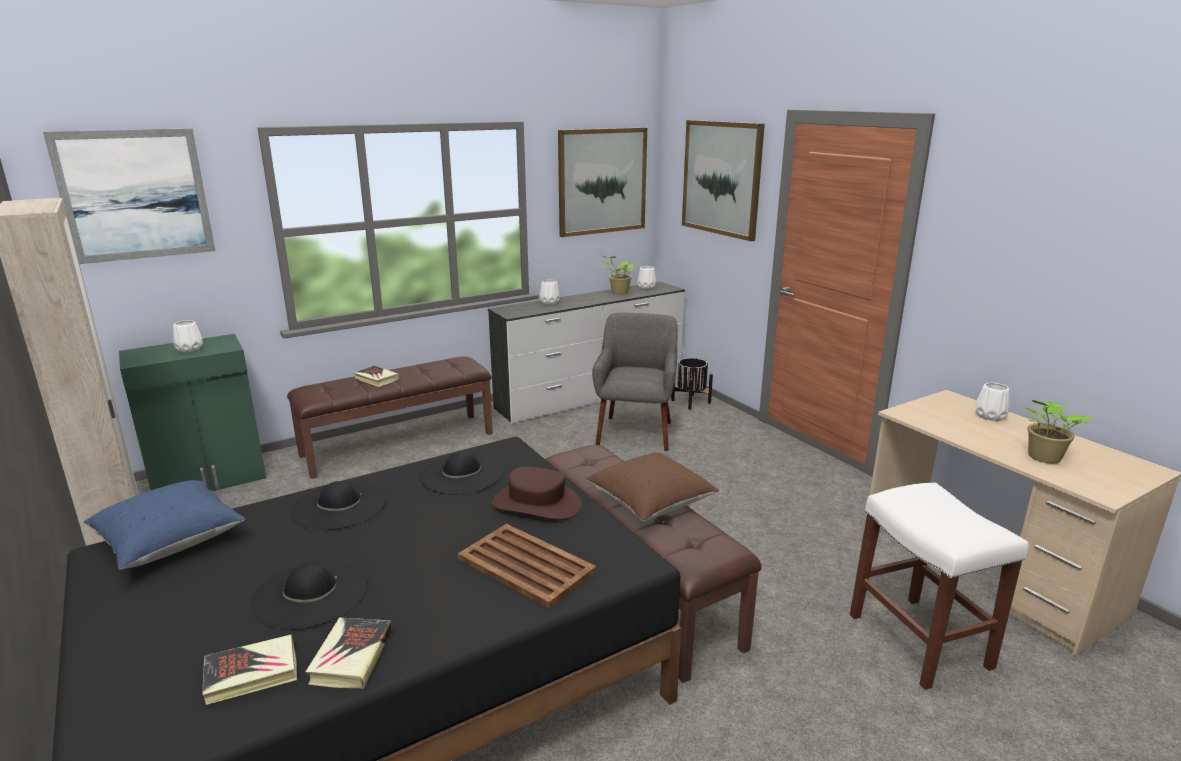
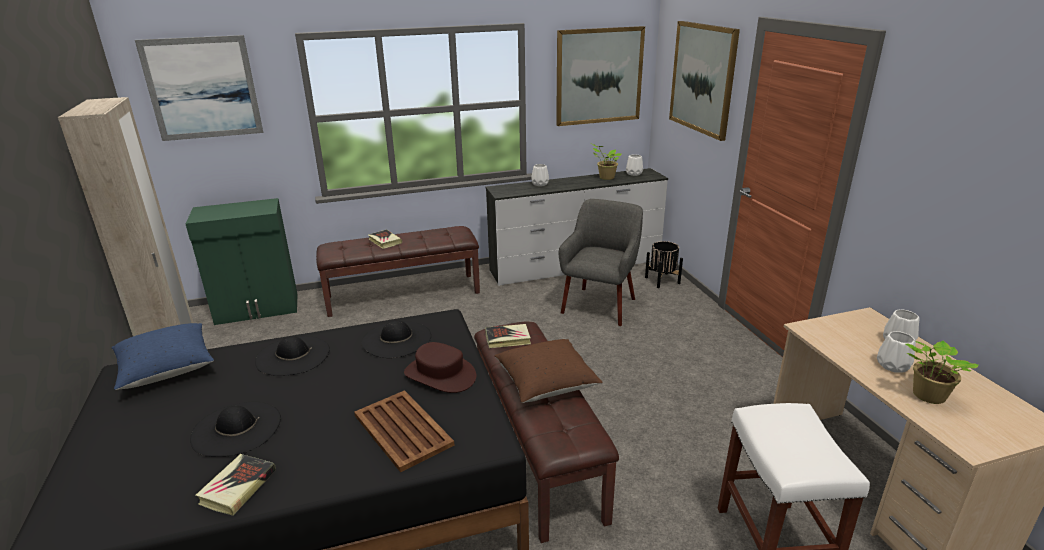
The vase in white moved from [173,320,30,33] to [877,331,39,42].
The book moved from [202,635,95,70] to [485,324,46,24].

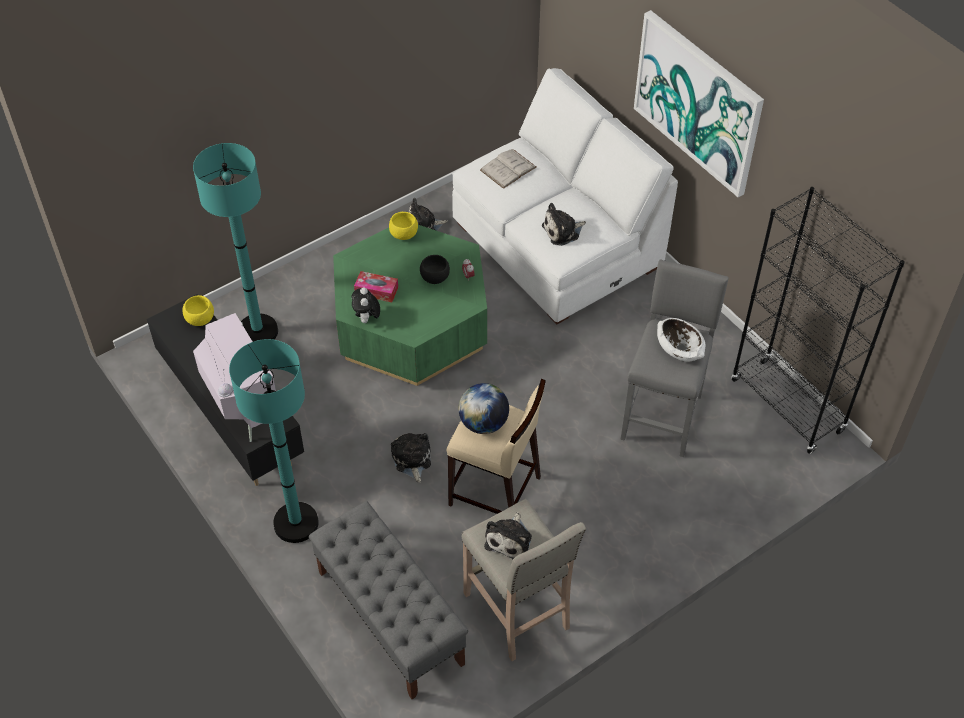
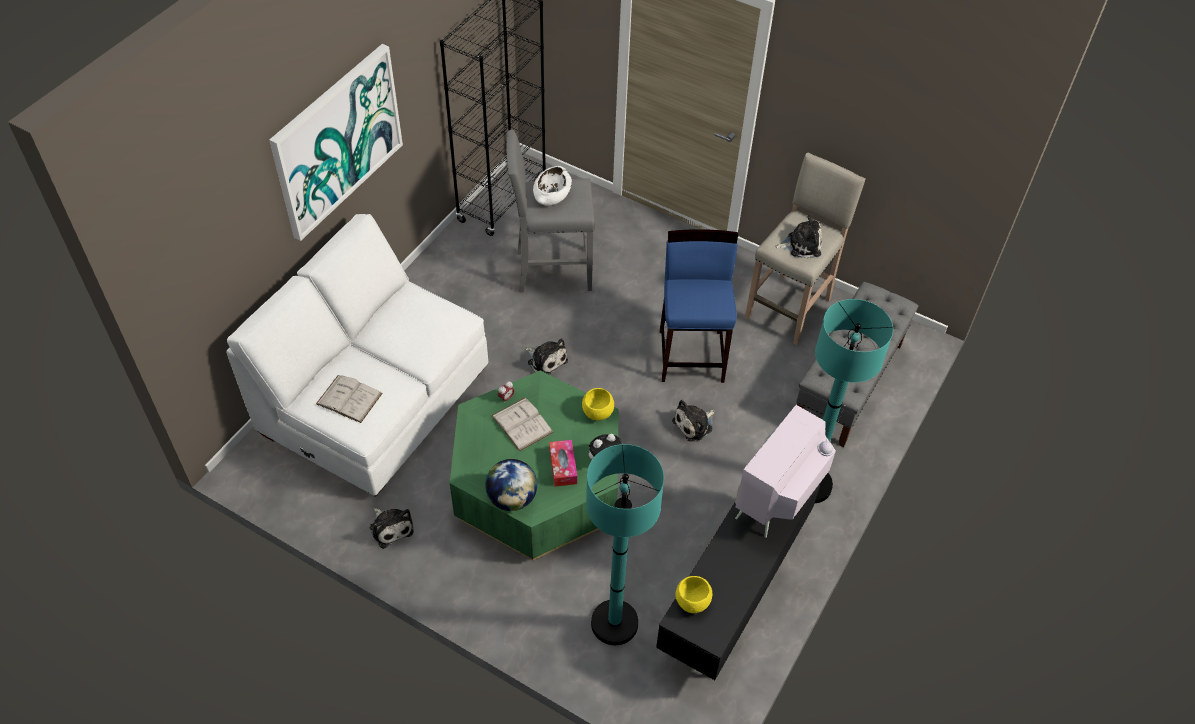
The bowl in yellow moved from [389,212,29,28] to [582,388,32,32].
The globe moved from [458,383,51,51] to [485,459,52,52].
The plush toy moved from [542,203,44,43] to [525,338,43,37].
The bowl in black at [420,255,30,29] was replaced by the book in white at [491,398,63,54].
The stool in beige at [447,378,99,136] became the stool in blue at [660,229,78,154].

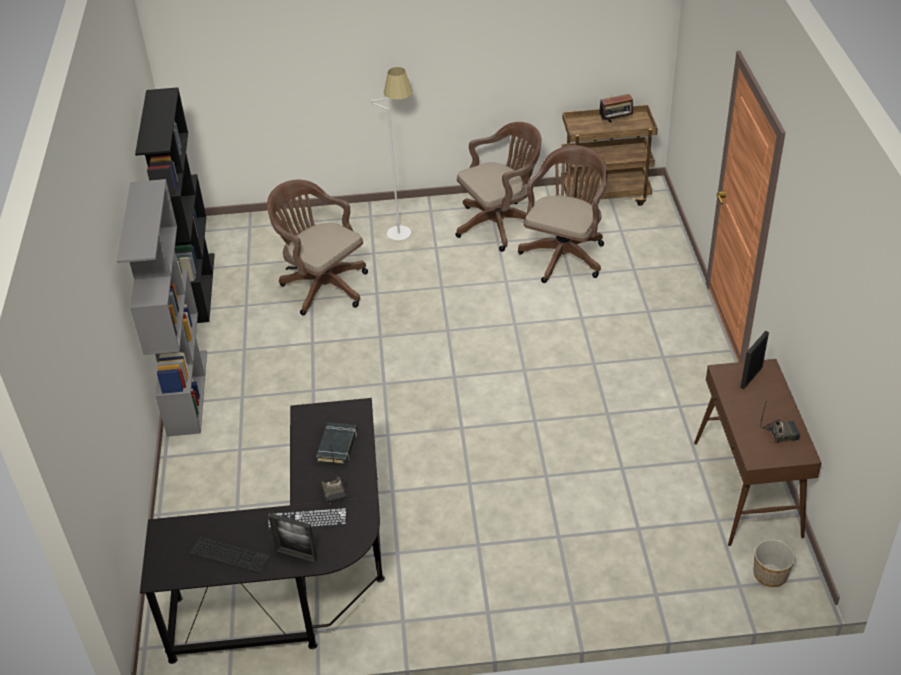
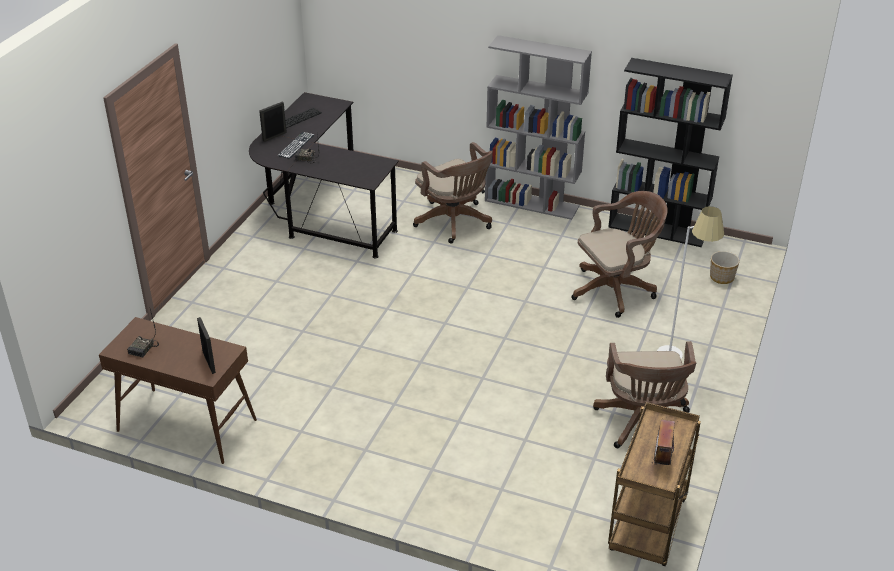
The book in black at [316,422,41,43] disappeared.
The office chair in brown moved from [518,145,89,138] to [413,142,80,101].
The planter moved from [753,539,42,48] to [710,251,30,33].

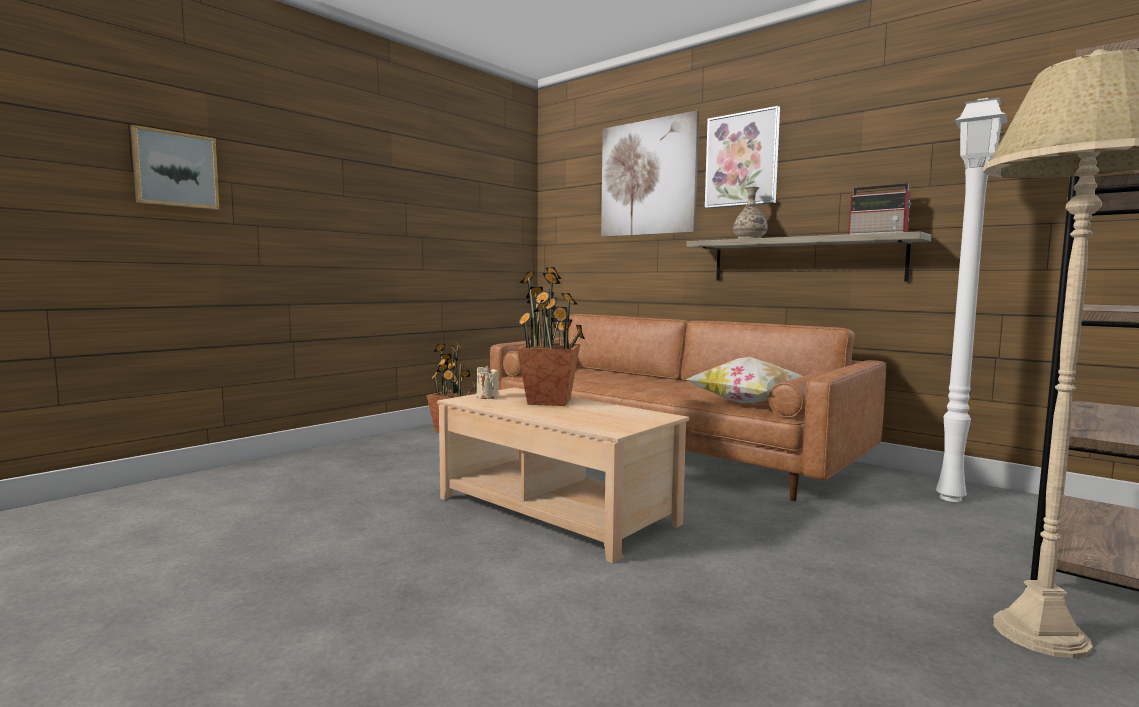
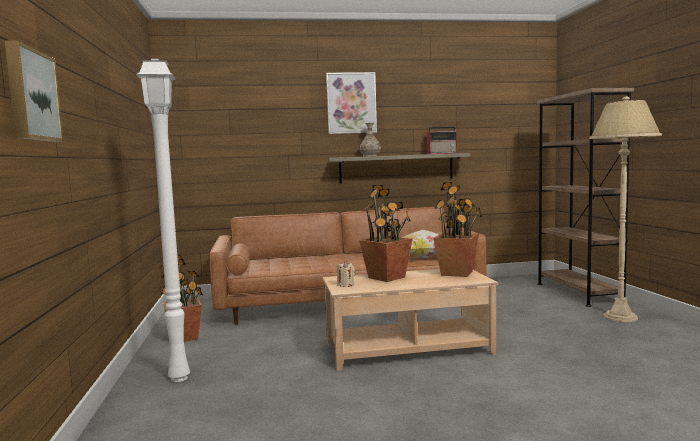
The picture at [601,110,98,127] disappeared.
The potted plant at [433,182,49,95] appeared.
The floor lamp in white moved from [936,97,72,405] to [136,59,54,323].

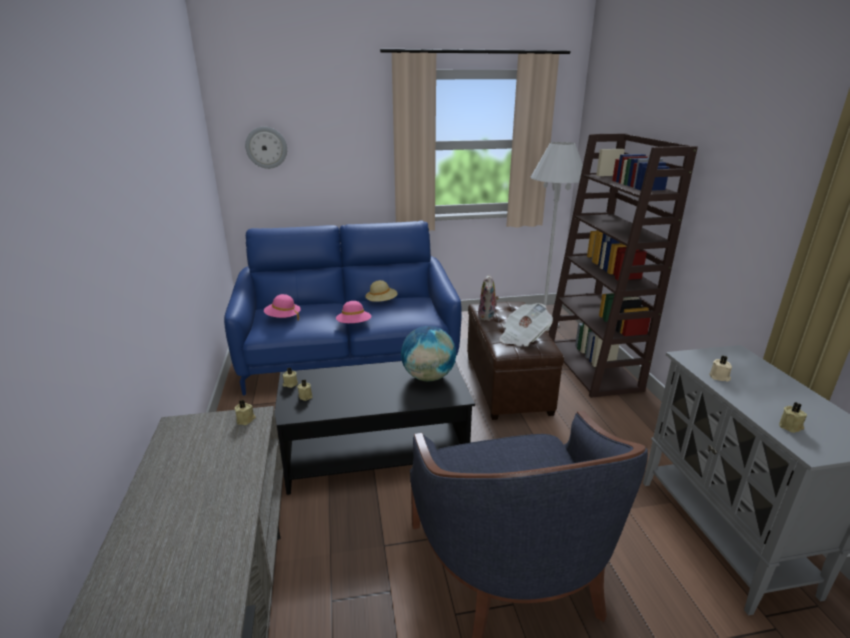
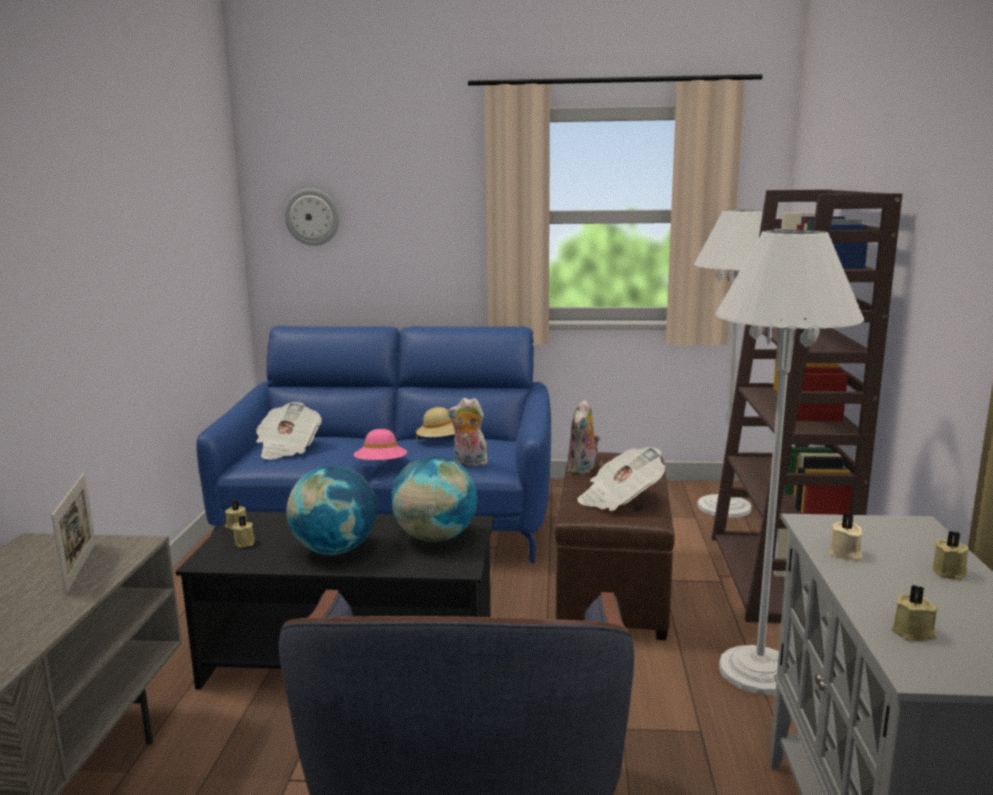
The picture frame at [51,473,44,121] appeared.
The globe at [286,465,91,90] appeared.
The plush toy at [448,398,42,68] appeared.
The floor lamp in white at [716,230,148,465] appeared.
The candle in beige moved from [234,400,22,25] to [933,531,36,50].
The hat in pink at [264,294,37,26] was replaced by the newspaper at [256,402,66,57].

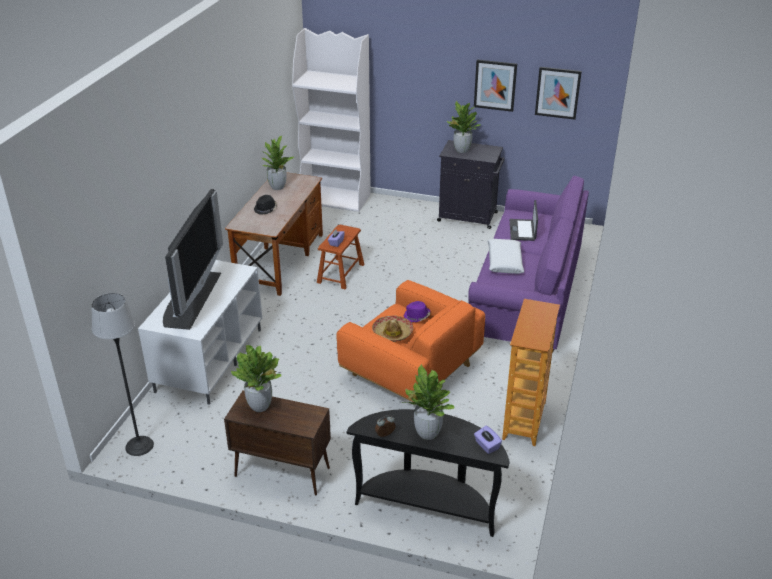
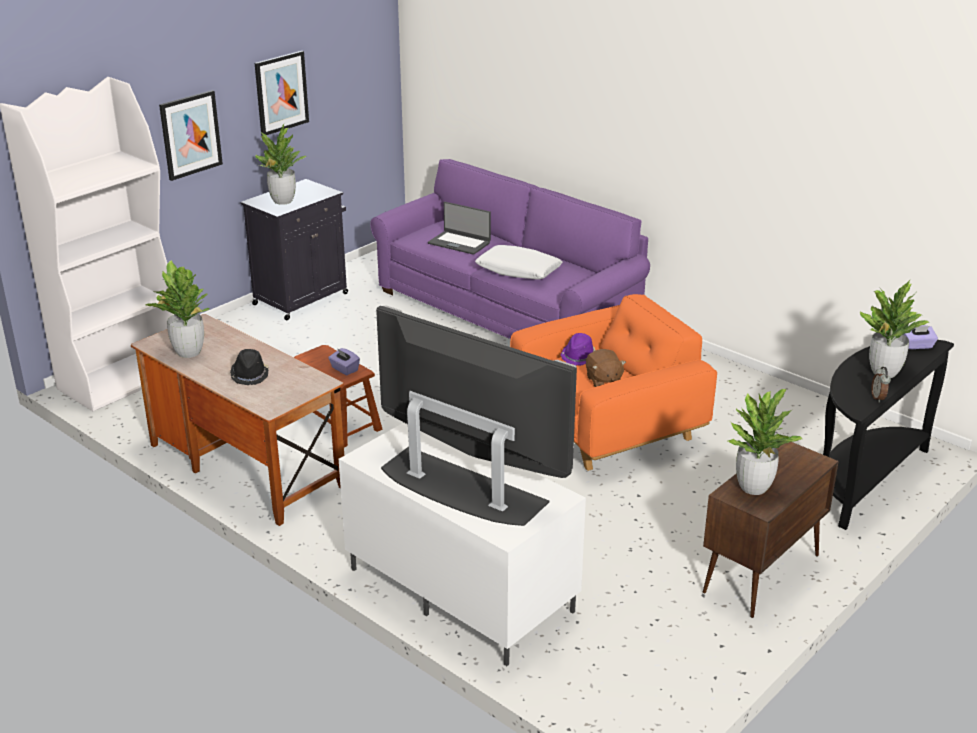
The floor lamp at [91,293,63,163] disappeared.
The bookcase at [502,299,58,147] disappeared.
The picture moved from [535,67,47,53] to [159,90,64,91].
The hat at [372,316,41,26] was replaced by the plush toy in brown at [586,349,40,38].

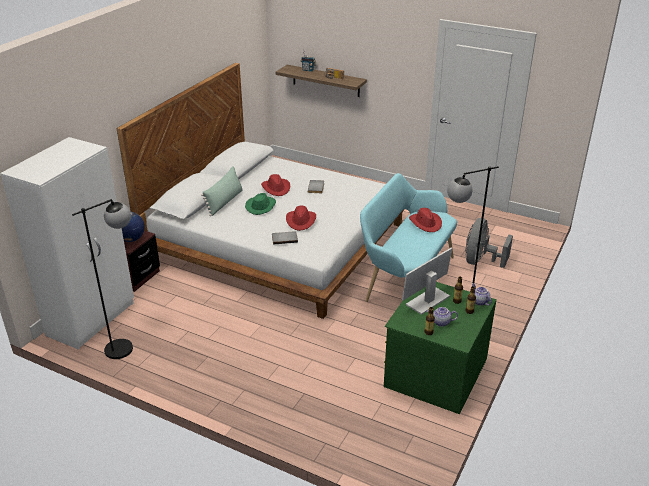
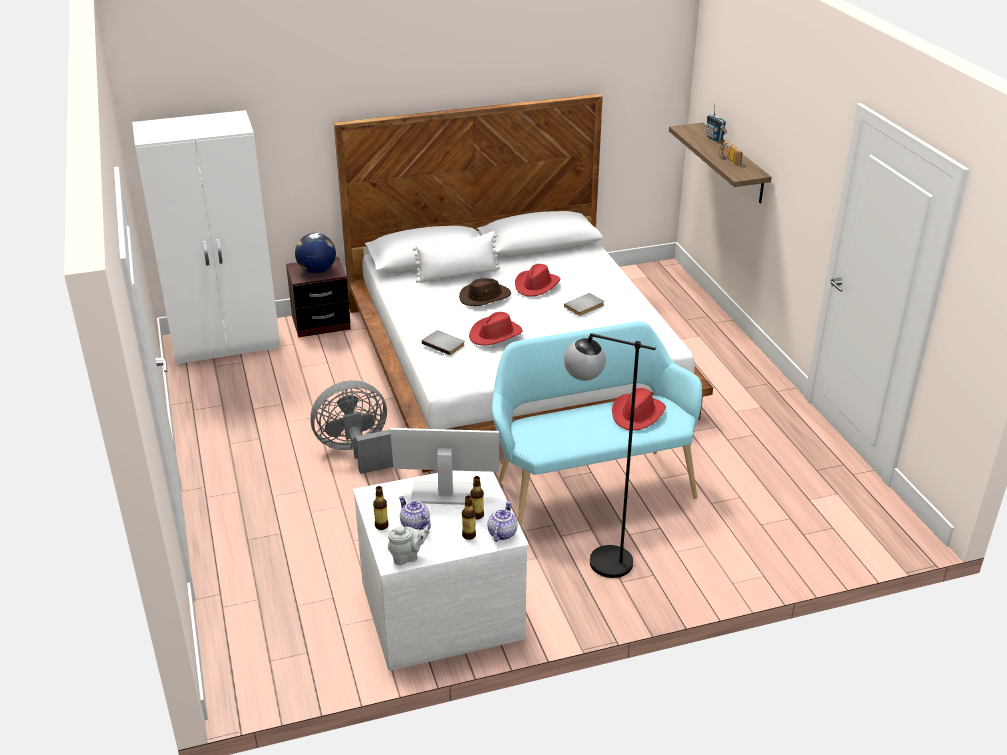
The floor lamp in black at [72,199,61,160] disappeared.
The teapot in grey at [388,526,41,39] appeared.
The fan in grey moved from [465,218,48,50] to [310,380,83,94].
The pillow in green at [201,166,42,50] became the pillow in white at [413,231,87,52].
The hat in green at [245,193,31,22] became the hat in brown at [459,278,52,28].
The dresser in green at [384,282,113,132] became the dresser in white at [353,471,176,200].

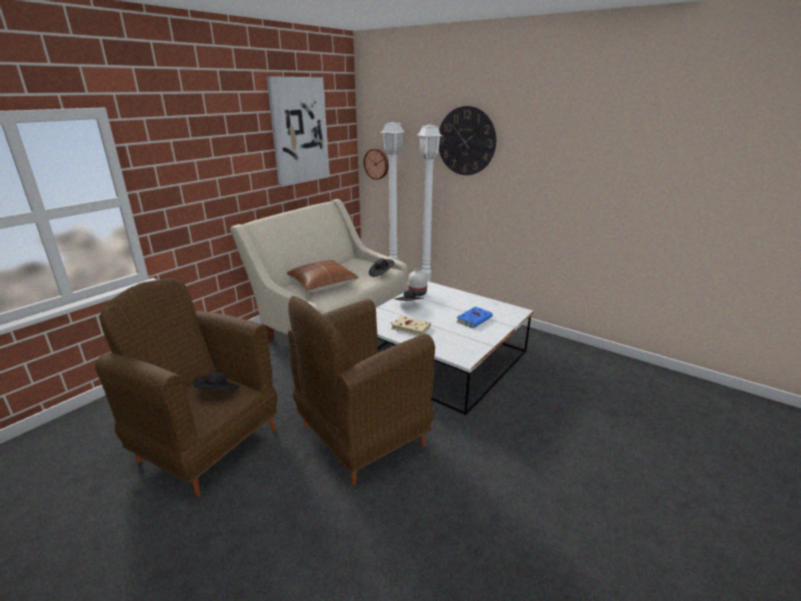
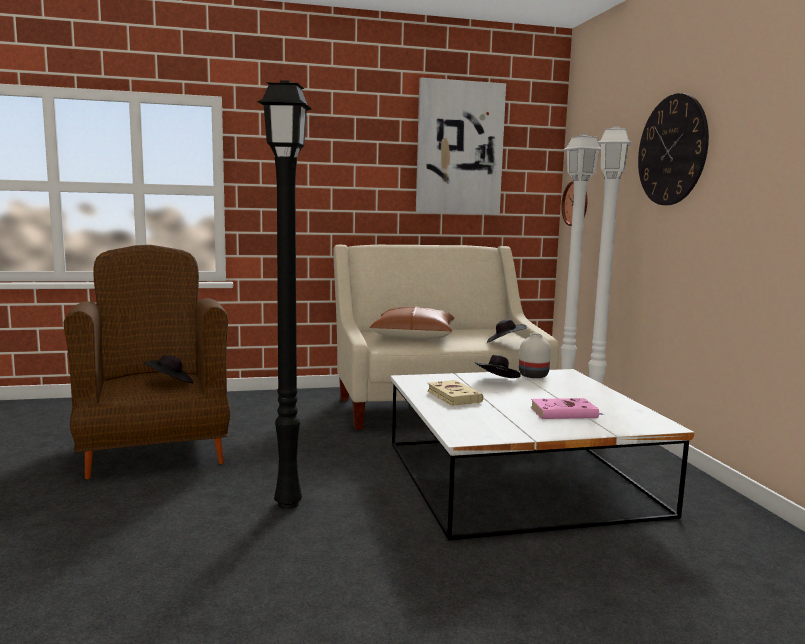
The armchair in brown at [288,296,147,189] was replaced by the floor lamp in black at [257,80,55,429].
The book in blue at [456,307,37,21] became the book in pink at [531,398,73,21].

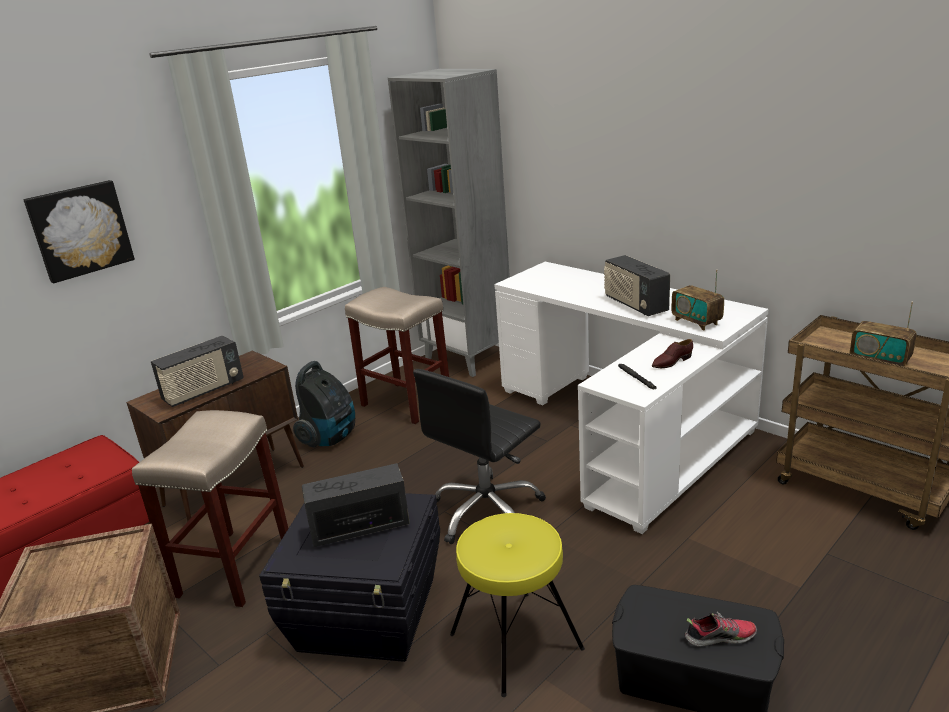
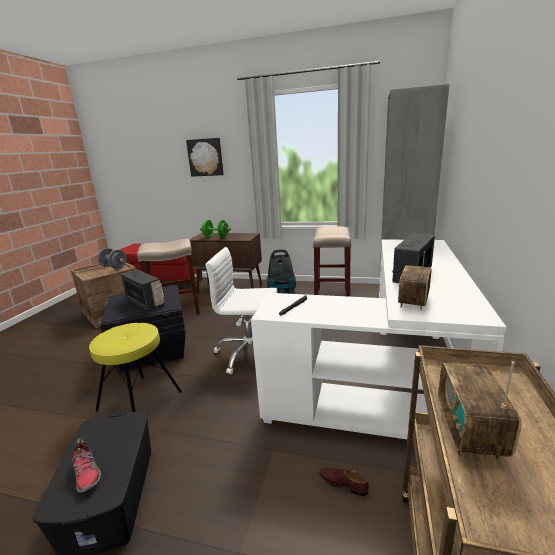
The dumbbell in grey at [98,248,29,21] appeared.
The shoe in brown moved from [652,339,41,29] to [319,467,50,29].
The radio at [151,336,93,71] was replaced by the dumbbell in green at [200,220,31,18].
The office chair in black at [413,369,133,175] became the office chair in white at [205,247,73,128].

